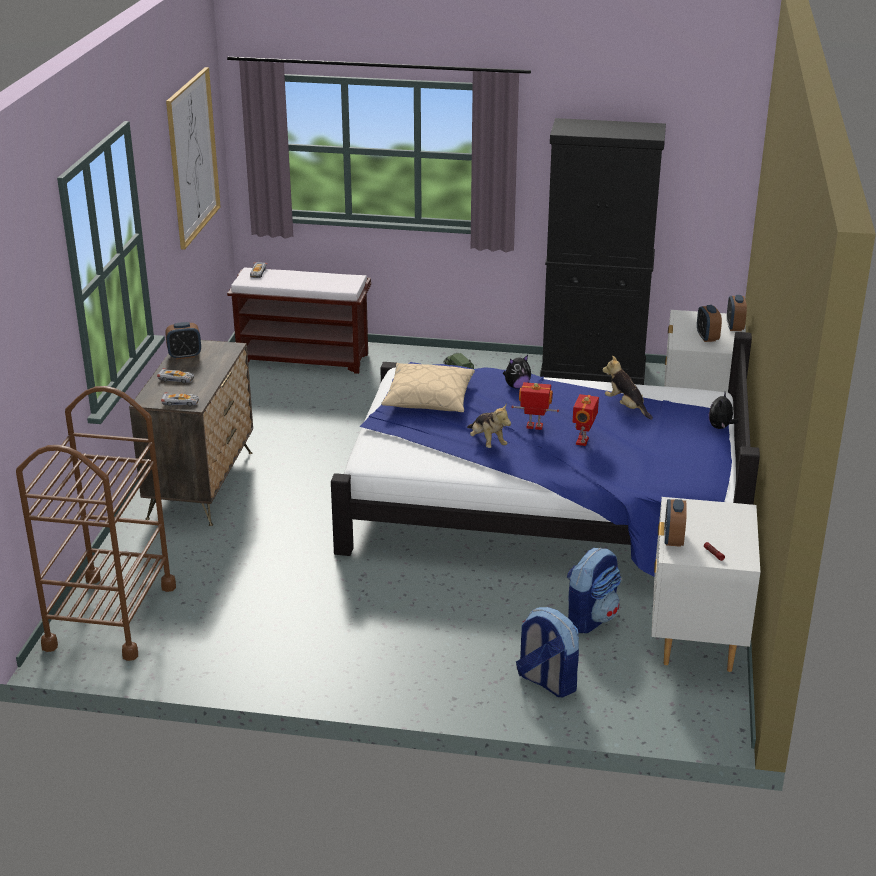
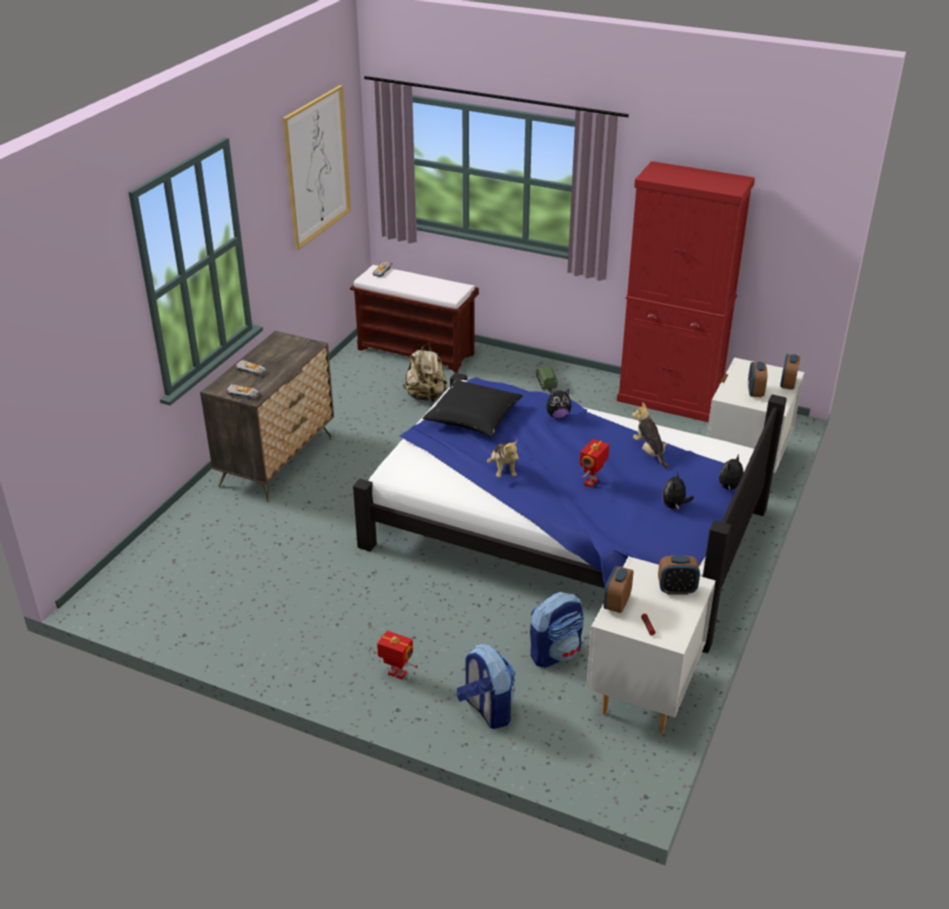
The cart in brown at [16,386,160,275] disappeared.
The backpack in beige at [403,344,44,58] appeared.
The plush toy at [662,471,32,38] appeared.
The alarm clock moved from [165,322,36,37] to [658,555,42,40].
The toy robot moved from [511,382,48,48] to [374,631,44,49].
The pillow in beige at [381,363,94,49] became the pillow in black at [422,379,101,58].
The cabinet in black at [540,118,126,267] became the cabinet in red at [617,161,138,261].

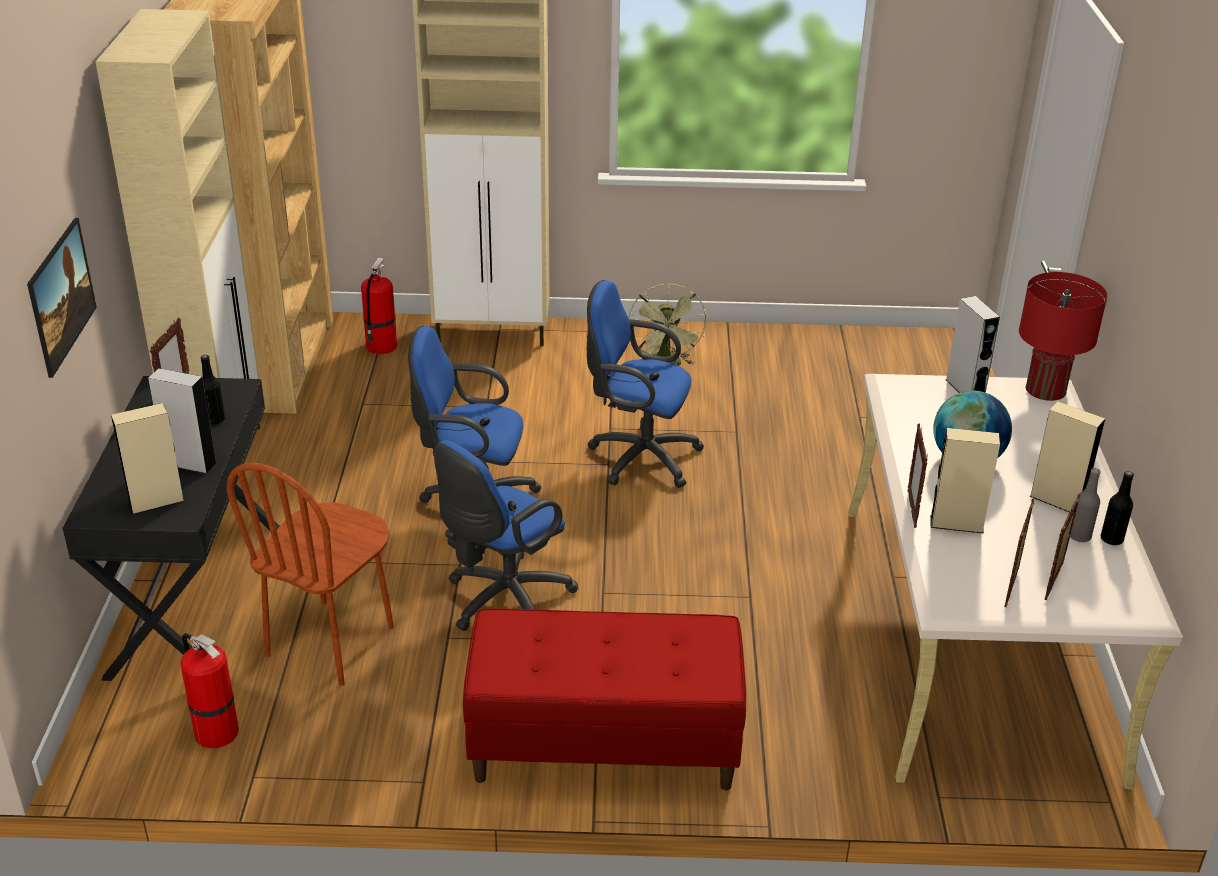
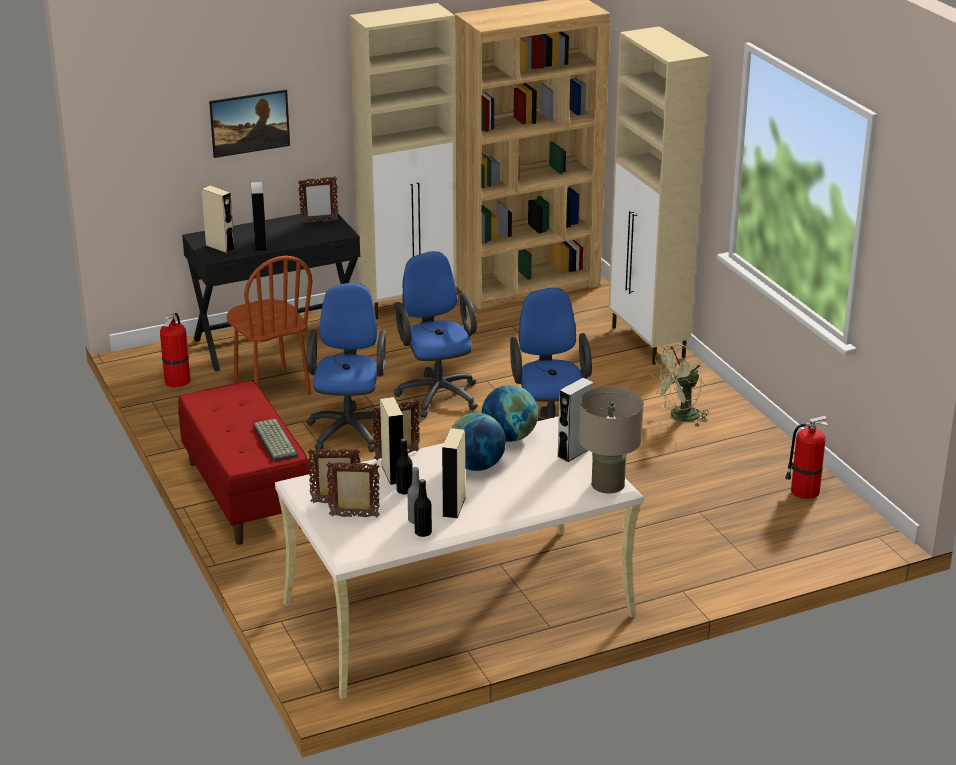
The keyboard at [253,419,45,43] appeared.
The globe at [482,385,56,57] appeared.
The bottle in black moved from [201,355,24,70] to [396,438,17,56].
The fire extinguisher moved from [361,257,36,97] to [785,416,44,83].
The table lamp in red at [1019,272,88,129] became the table lamp in beige at [578,387,66,106].
The chair in brown at [226,463,168,223] turned 120 degrees counterclockwise.
The office chair in blue at [434,440,144,191] turned 75 degrees clockwise.

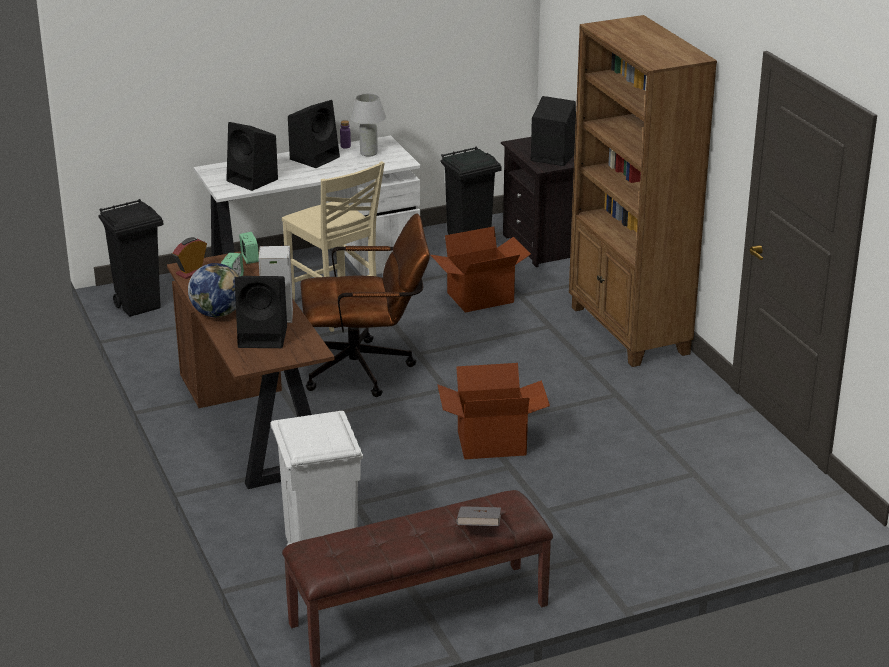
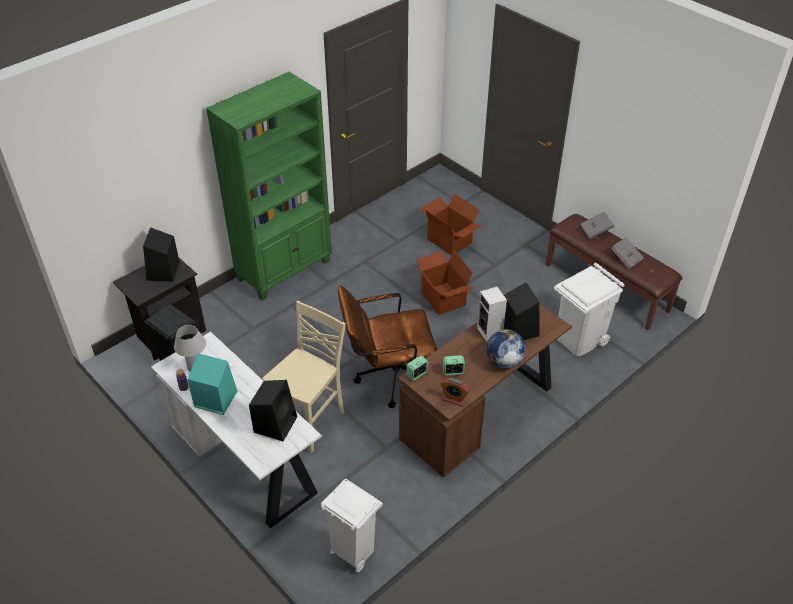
The book in grey at [611,237,33,32] appeared.
The cardboard box moved from [431,226,100,87] to [421,194,62,61].
The trash can in black at [98,199,65,118] became the trash can in white at [321,479,62,93].
The speaker in black at [288,100,52,68] became the speaker in turquoise at [187,353,51,62].
The bookcase in brown at [569,15,148,352] became the bookcase in green at [206,72,126,229].
The office chair in brown at [301,213,129,184] turned 75 degrees counterclockwise.

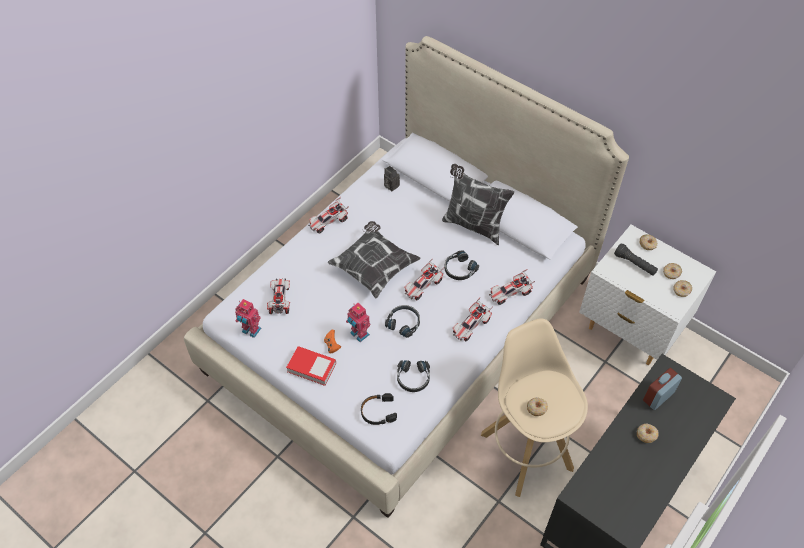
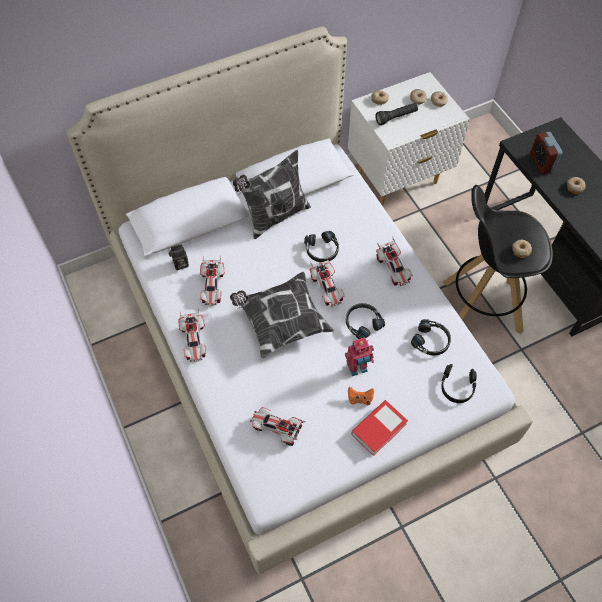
The toy robot at [235,299,26,39] disappeared.
The toy car moved from [489,269,46,36] to [200,256,25,49].
The stool in beige at [481,318,107,179] became the stool in black at [442,185,111,149].

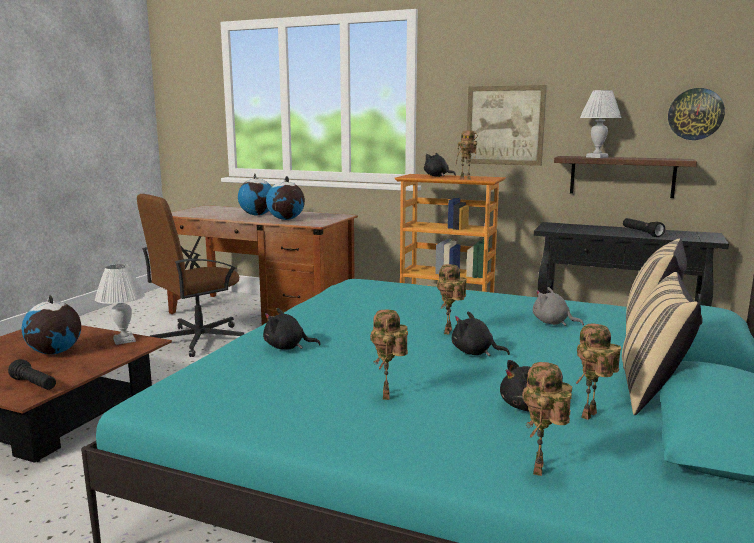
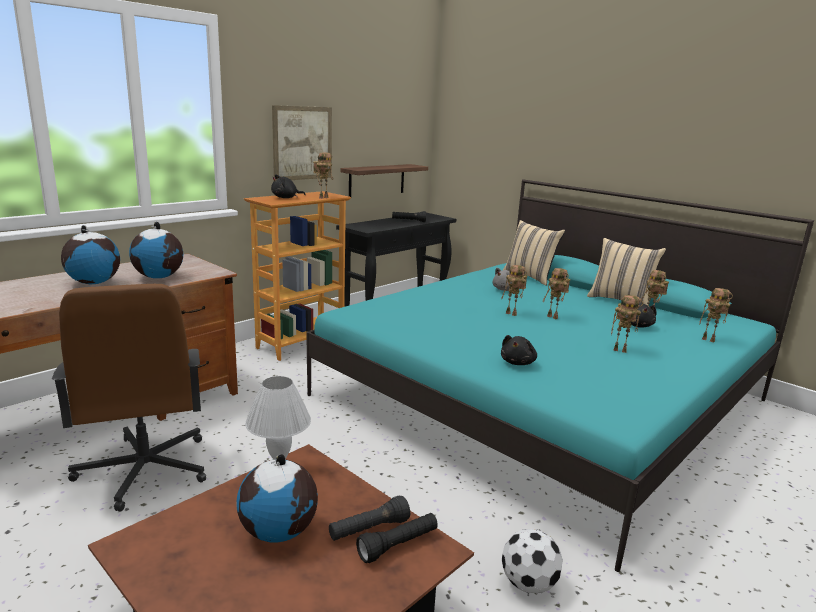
The table lamp in white at [580,90,41,68] disappeared.
The wall clock at [668,88,57,52] disappeared.
The flashlight in black at [329,496,81,45] appeared.
The football at [502,529,61,64] appeared.
The plush toy in black at [452,312,58,44] was replaced by the toy robot at [543,268,27,51].

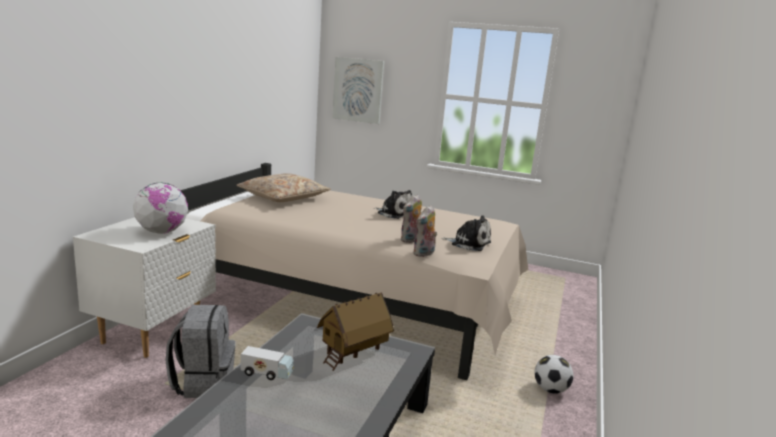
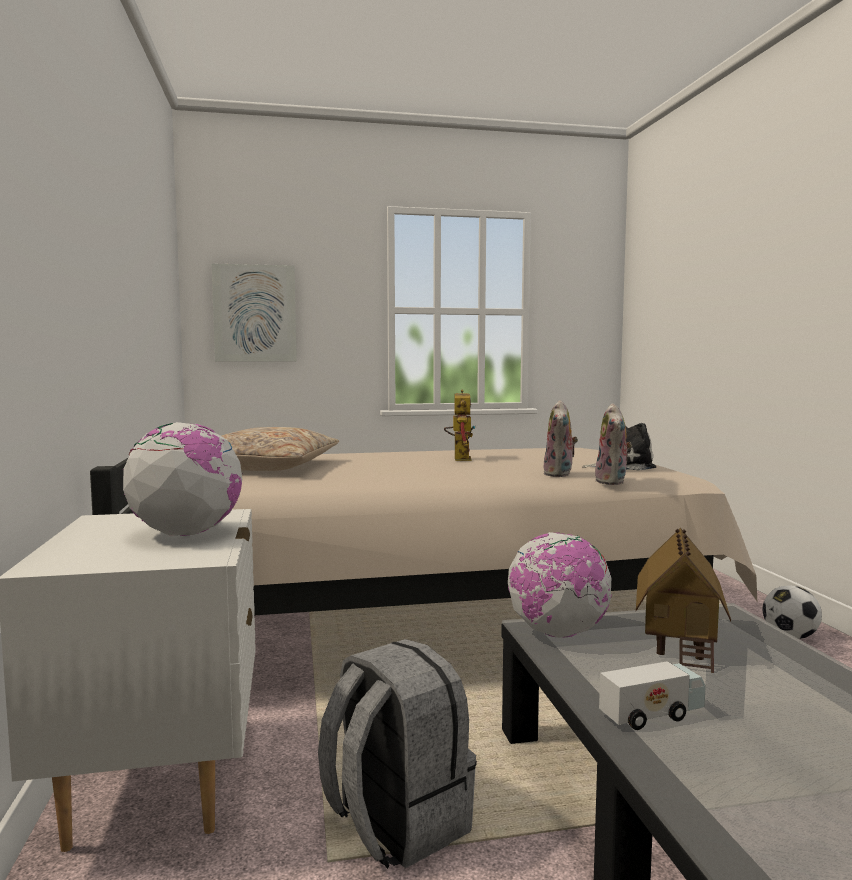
The globe at [508,532,104,106] appeared.
The plush toy at [374,190,38,29] was replaced by the toy robot at [444,390,31,71].

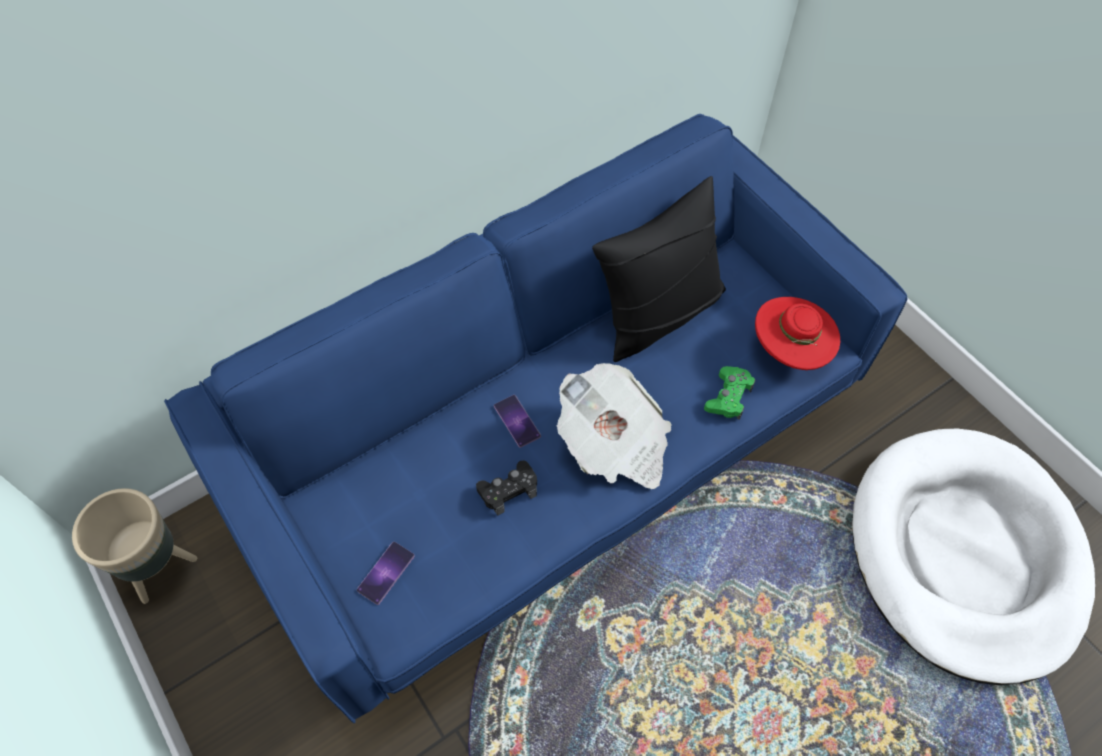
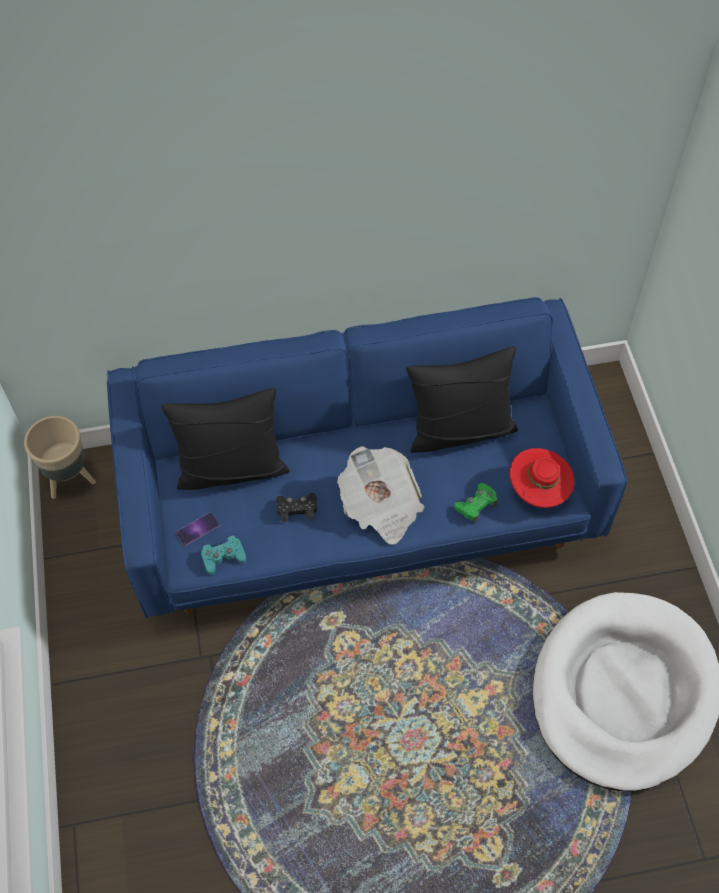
The phone at [494,395,47,52] disappeared.
The pillow in black at [161,388,129,102] appeared.
The game controller in turquoise at [201,535,45,40] appeared.

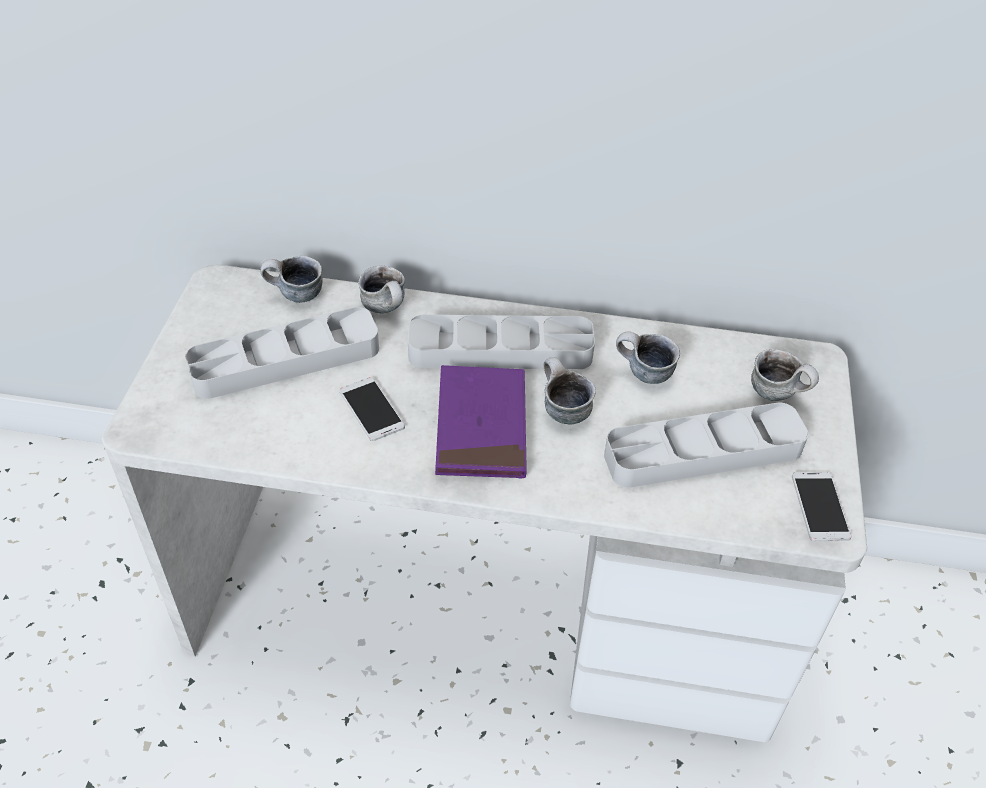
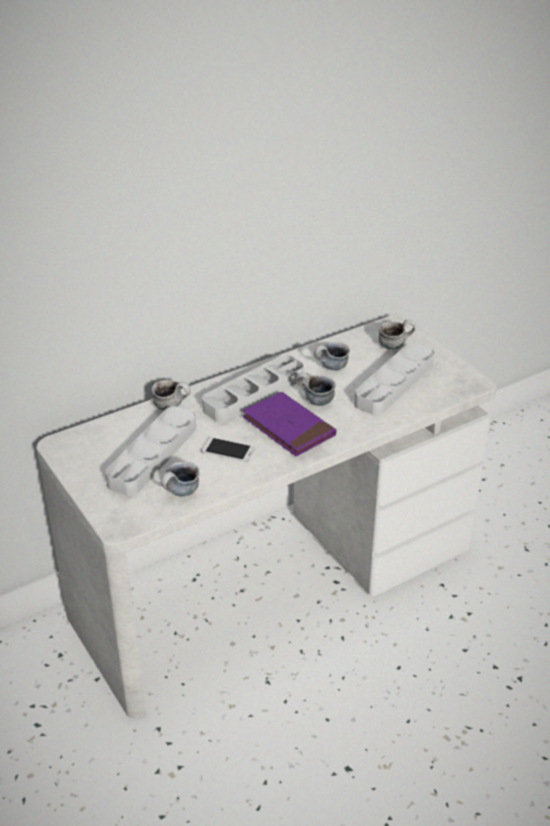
The phone at [792,472,60,69] disappeared.
The mug moved from [260,256,63,47] to [161,462,38,34].

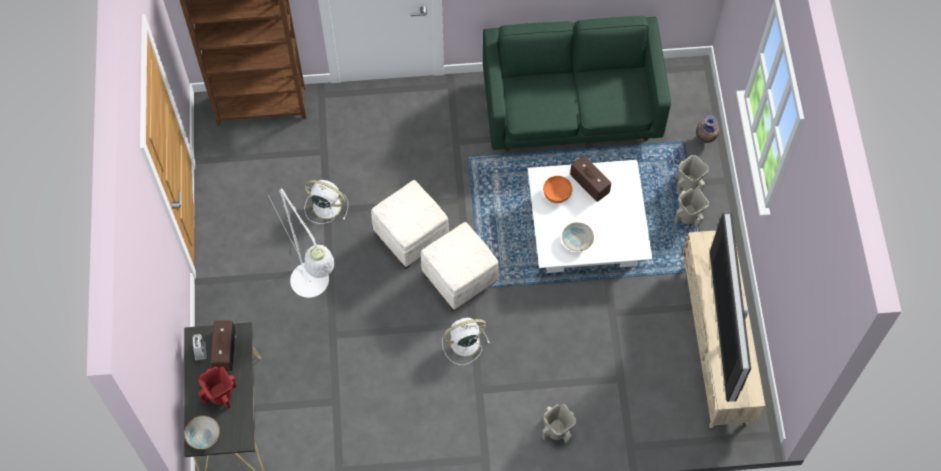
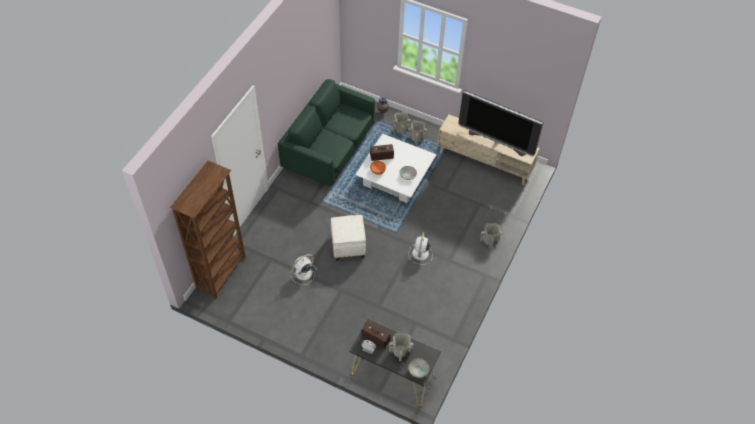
The floor lamp in white at [268,188,67,110] disappeared.
The ottoman in white at [421,222,78,90] disappeared.
The vase in red at [198,366,38,43] became the vase in beige at [389,333,24,28].

